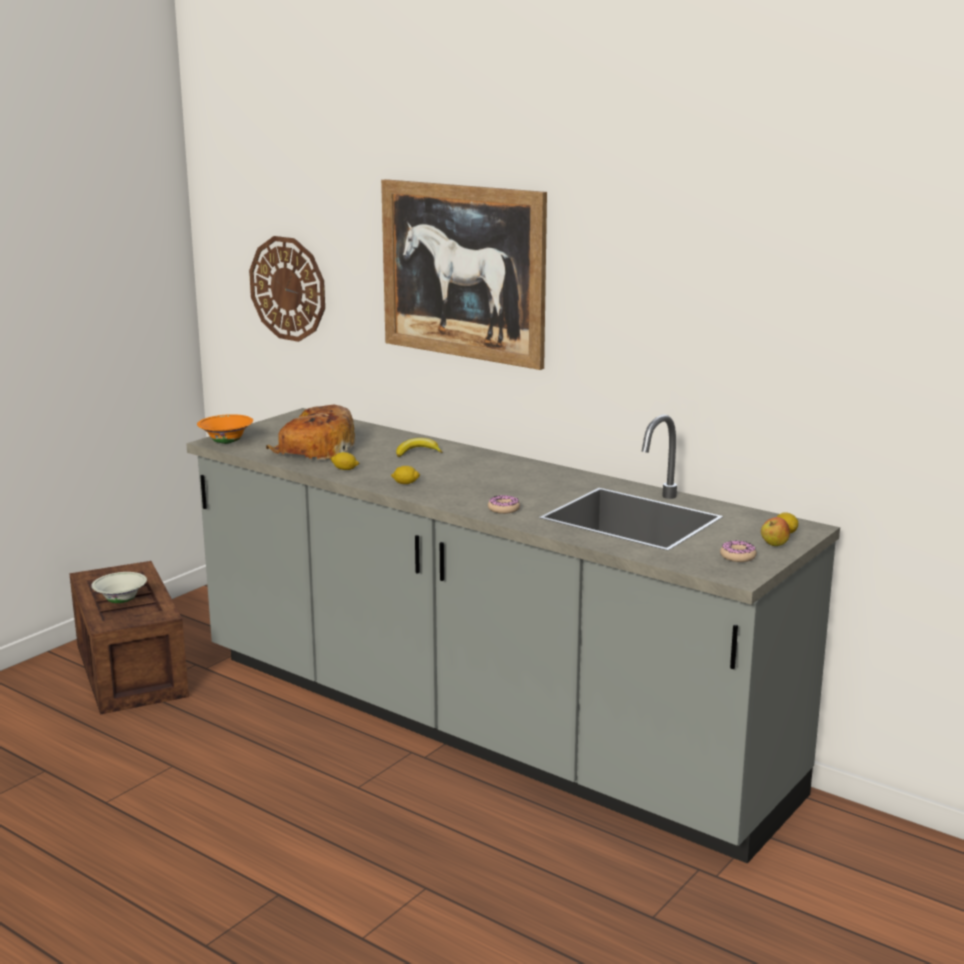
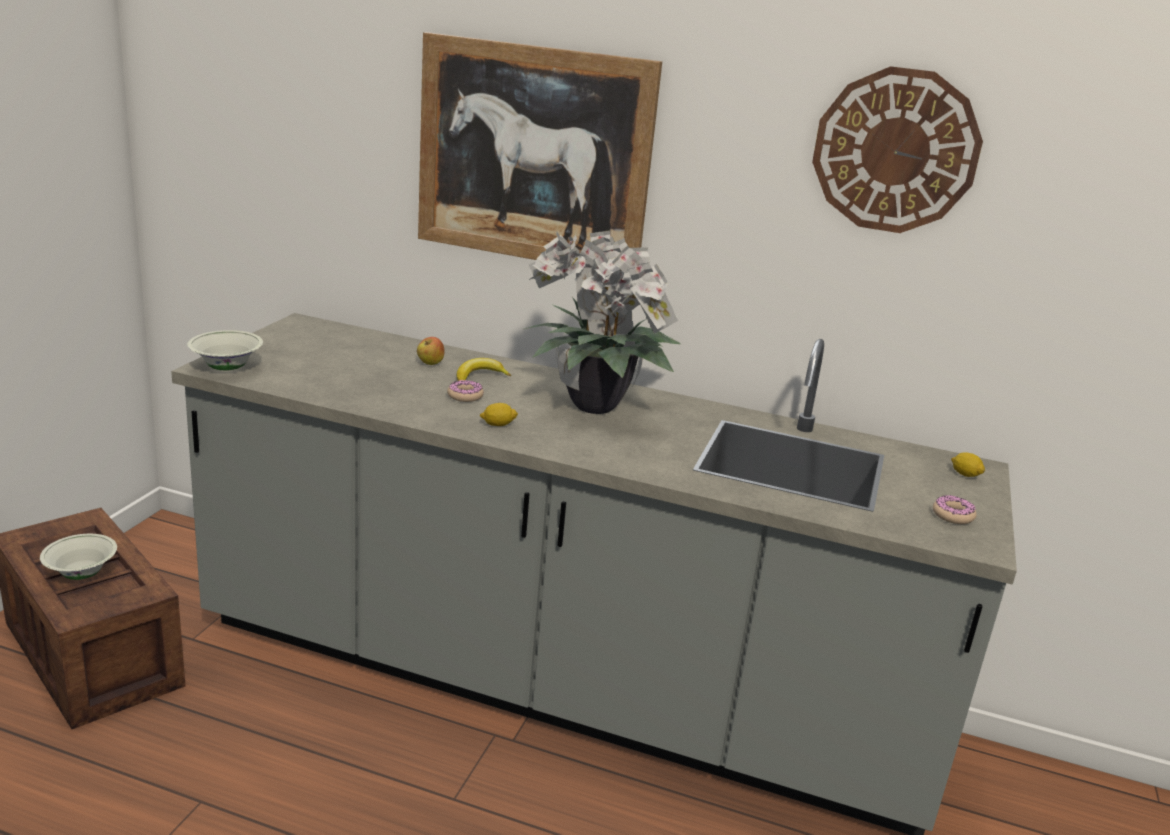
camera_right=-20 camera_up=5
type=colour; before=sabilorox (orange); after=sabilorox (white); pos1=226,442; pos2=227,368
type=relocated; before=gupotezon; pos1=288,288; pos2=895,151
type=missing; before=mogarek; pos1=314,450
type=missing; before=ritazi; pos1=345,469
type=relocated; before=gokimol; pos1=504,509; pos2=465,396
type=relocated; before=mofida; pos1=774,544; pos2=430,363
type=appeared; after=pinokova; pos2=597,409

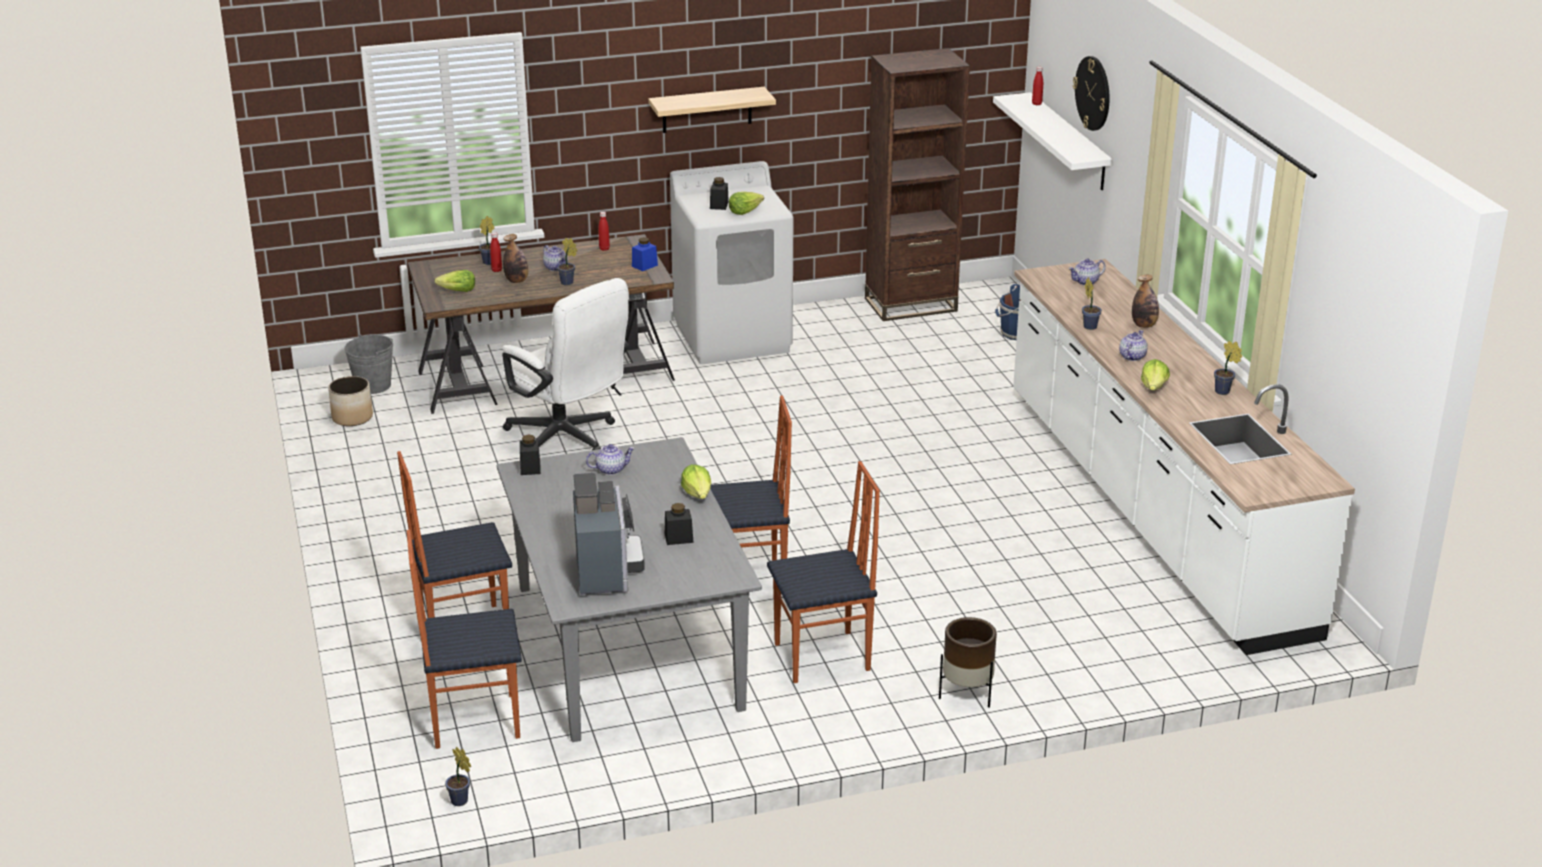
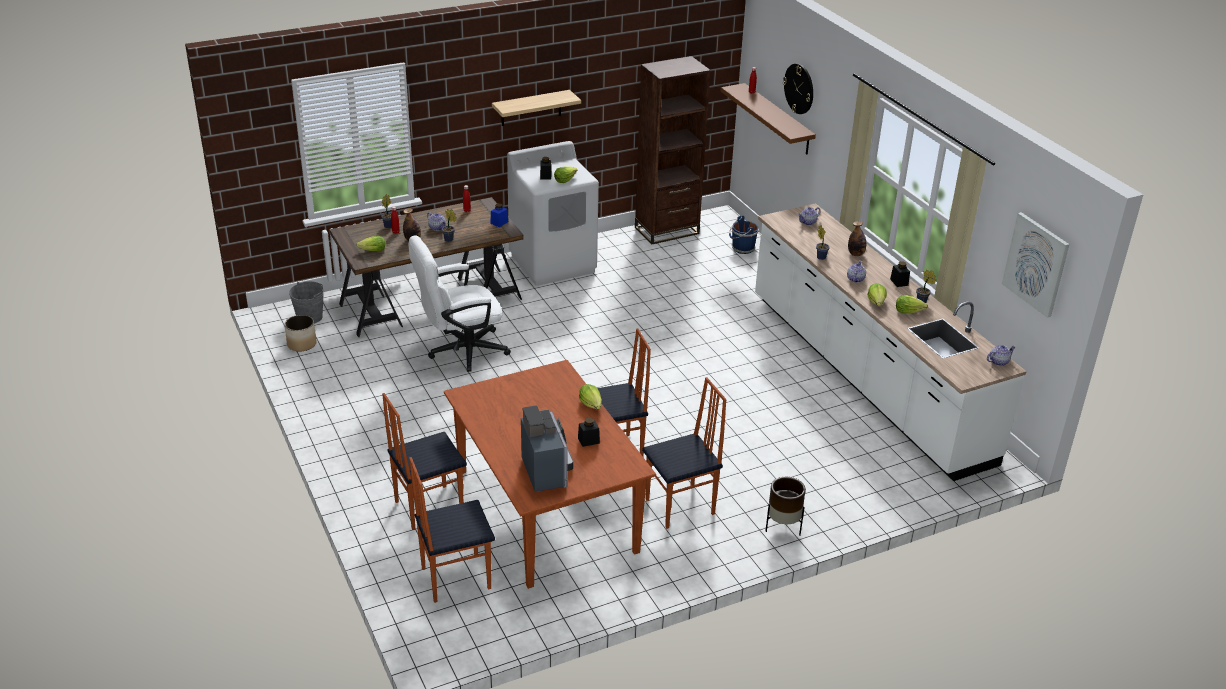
camera_right=-10 camera_up=5
type=missing; before=pinokova; pos1=461,802
type=colour; before=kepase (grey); after=kepase (brown); pos1=626,646; pos2=545,510
type=spun; before=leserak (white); pos1=568,439; pos2=460,351; turn=120
type=relocated; before=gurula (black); pos1=530,468; pos2=899,282
type=relocated; before=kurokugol; pos1=611,469; pos2=998,361
type=colour; before=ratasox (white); after=ratasox (brown); pos1=1068,141; pos2=777,119
type=appeared; after=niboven; pos2=908,311
type=appeared; after=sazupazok; pos2=1036,264

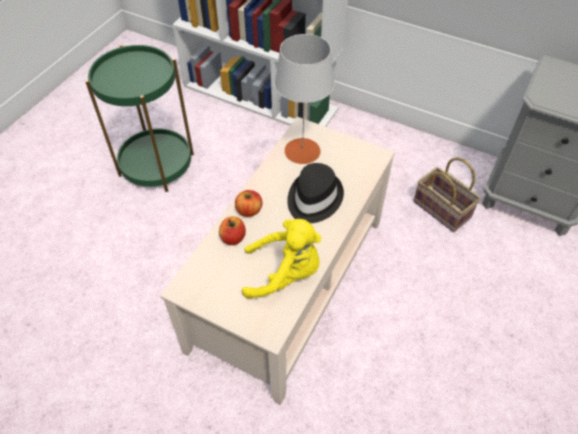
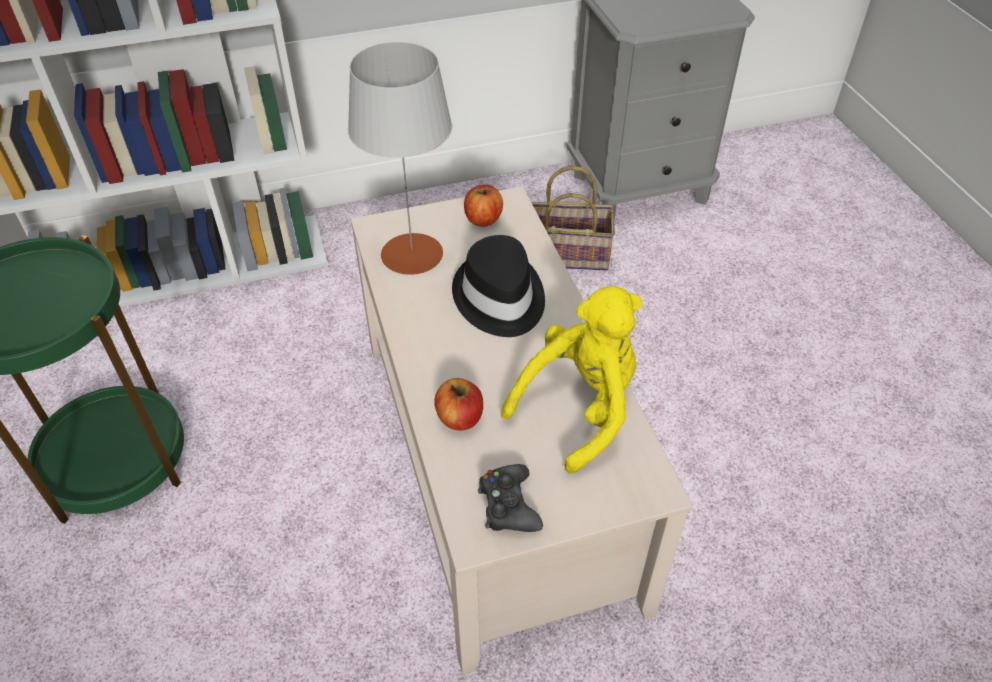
camera_right=-45 camera_up=-5
type=relocated; before=mofida; pos1=249,210; pos2=483,219
type=appeared; after=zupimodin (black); pos2=508,505

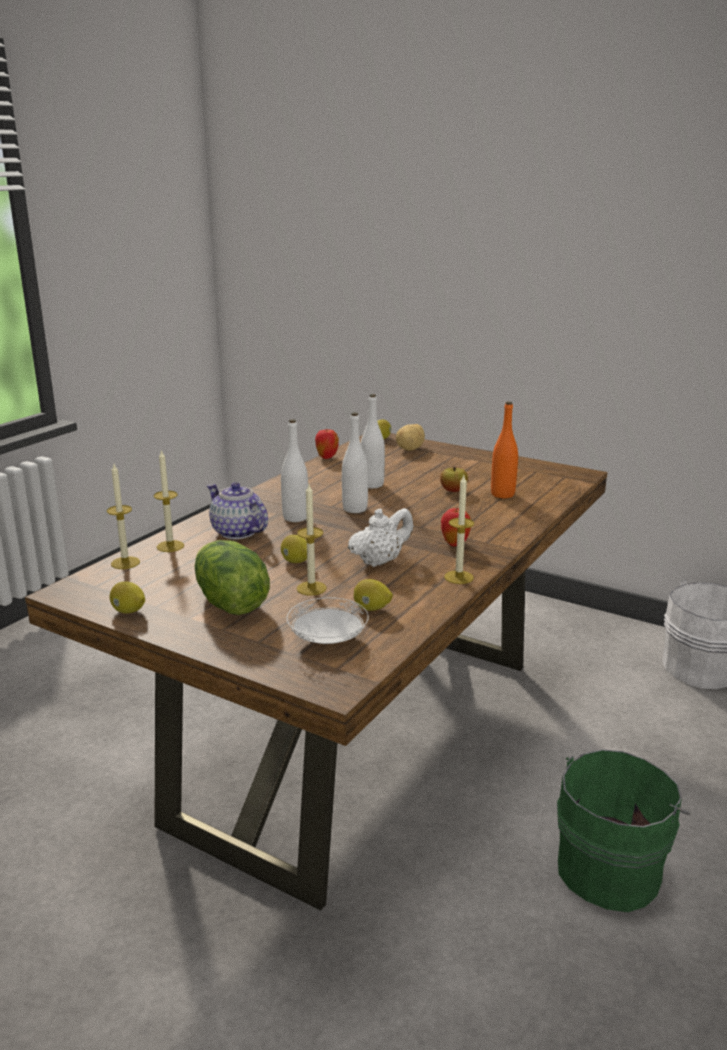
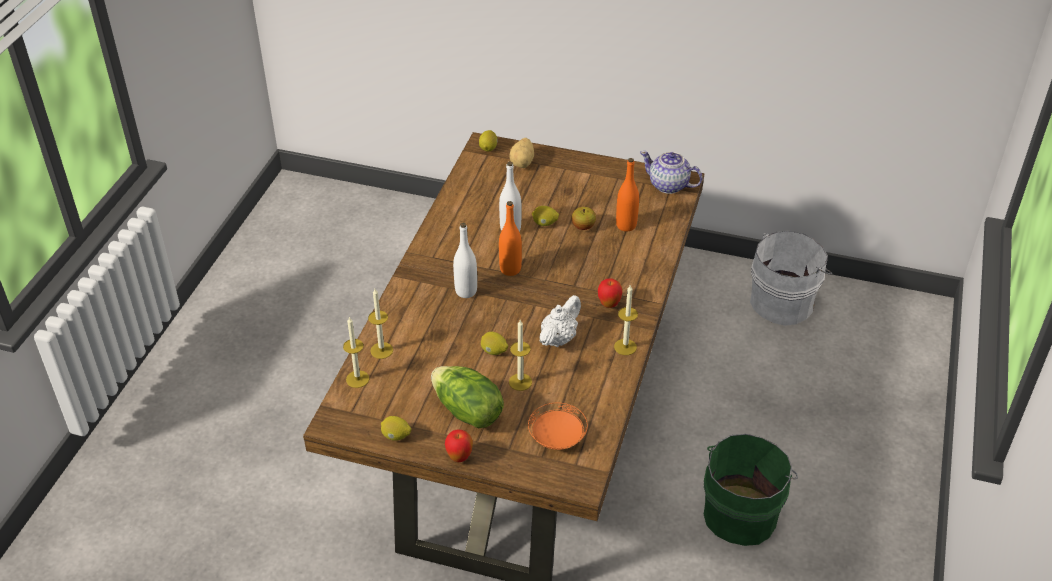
camera_right=-15 camera_up=20
type=relocated; before=kurokugol; pos1=238,532; pos2=669,185
type=colour; before=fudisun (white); after=fudisun (orange); pos1=328,640; pos2=557,437
type=relocated; before=mofida; pos1=327,457; pos2=459,457
type=colour; before=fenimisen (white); after=fenimisen (orange); pos1=355,509; pos2=510,269
type=relocated; before=ritazi; pos1=371,609; pos2=544,223

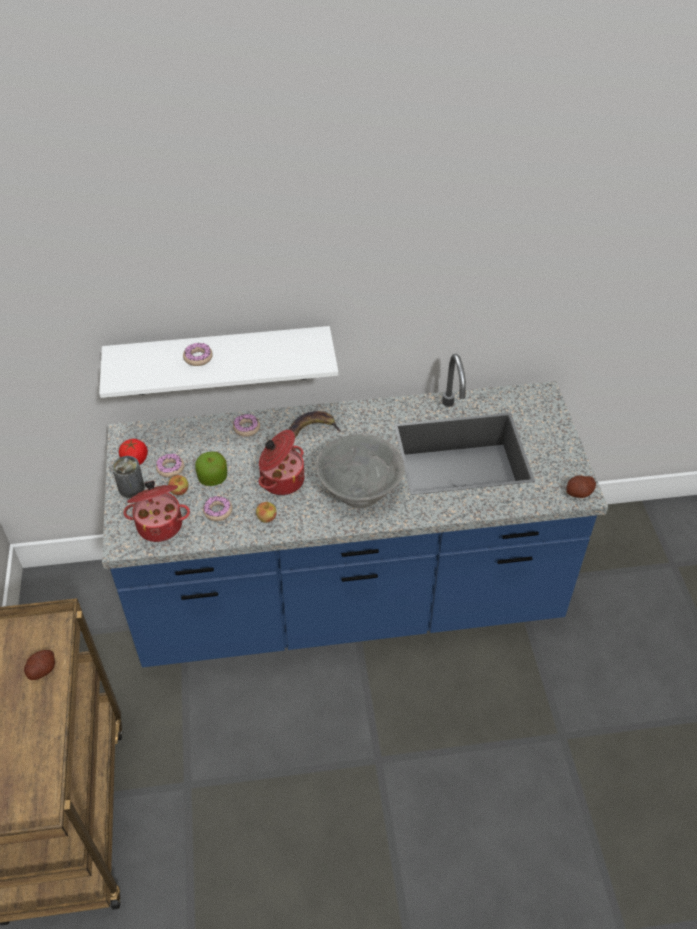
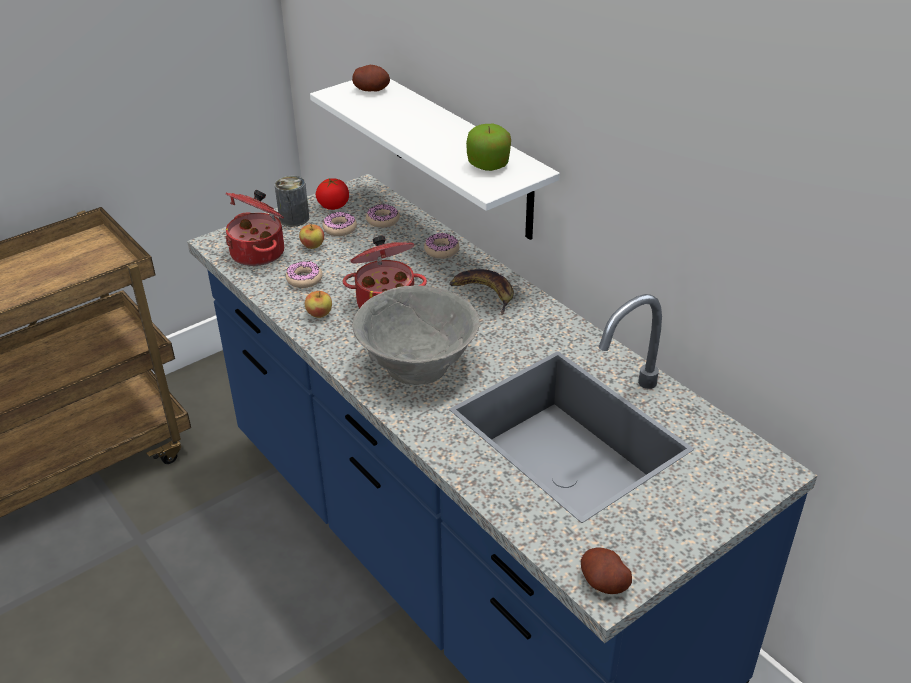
camera_right=60 camera_up=-10
type=relocated; before=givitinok; pos1=42,670; pos2=371,90
type=relocated; before=gokimol; pos1=198,358; pos2=383,220
type=relocated; before=mofida; pos1=212,478; pos2=488,165

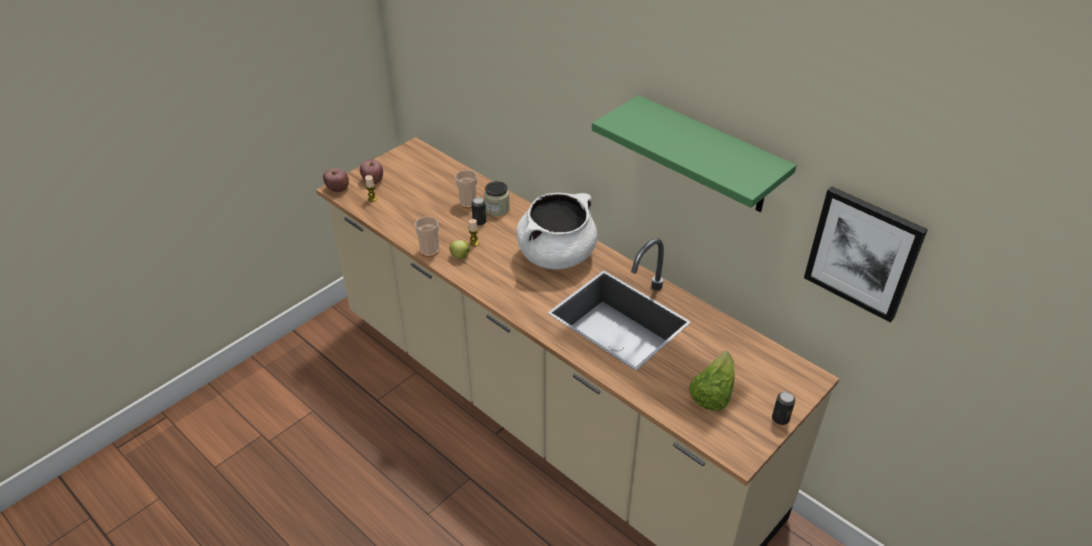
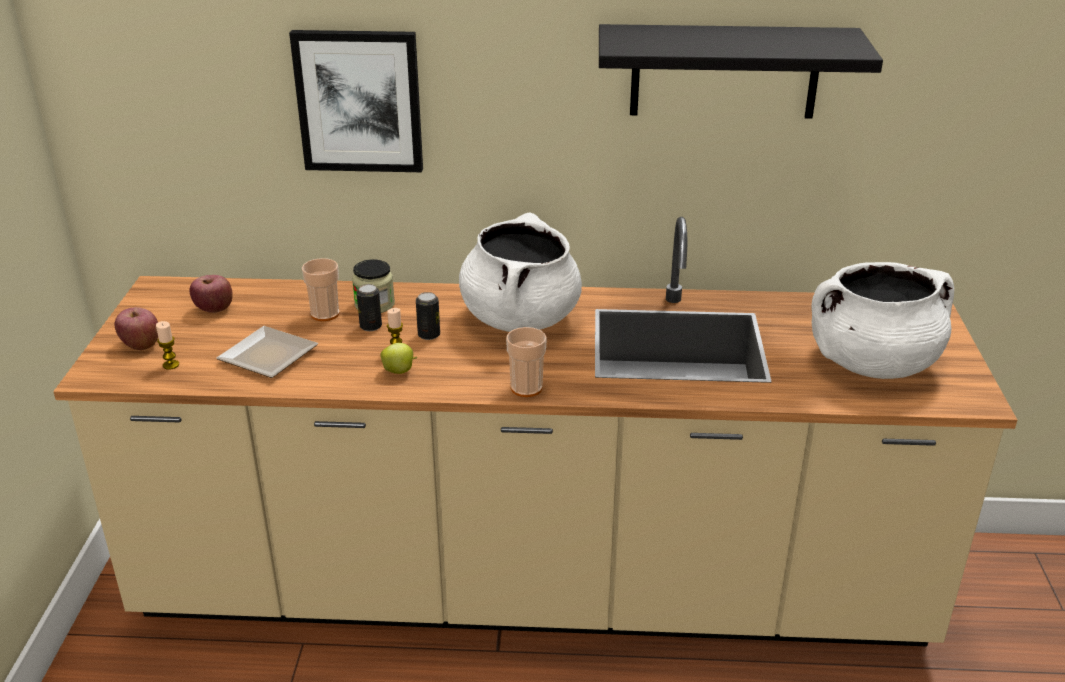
camera_right=-40 camera_up=-10
type=relocated; before=mofida; pos1=337,189; pos2=214,309
type=relocated; before=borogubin; pos1=429,251; pos2=526,388
type=colour; before=ratasox (green); after=ratasox (black); pos1=709,156; pos2=724,71
type=exchanged; before=niboven; after=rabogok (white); pos1=712,393; pos2=872,363
type=relocated; before=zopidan; pos1=780,419; pos2=429,335
type=relocated; before=sazupazok; pos1=863,253; pos2=359,101
type=appeared; after=fudisun; pos2=272,356

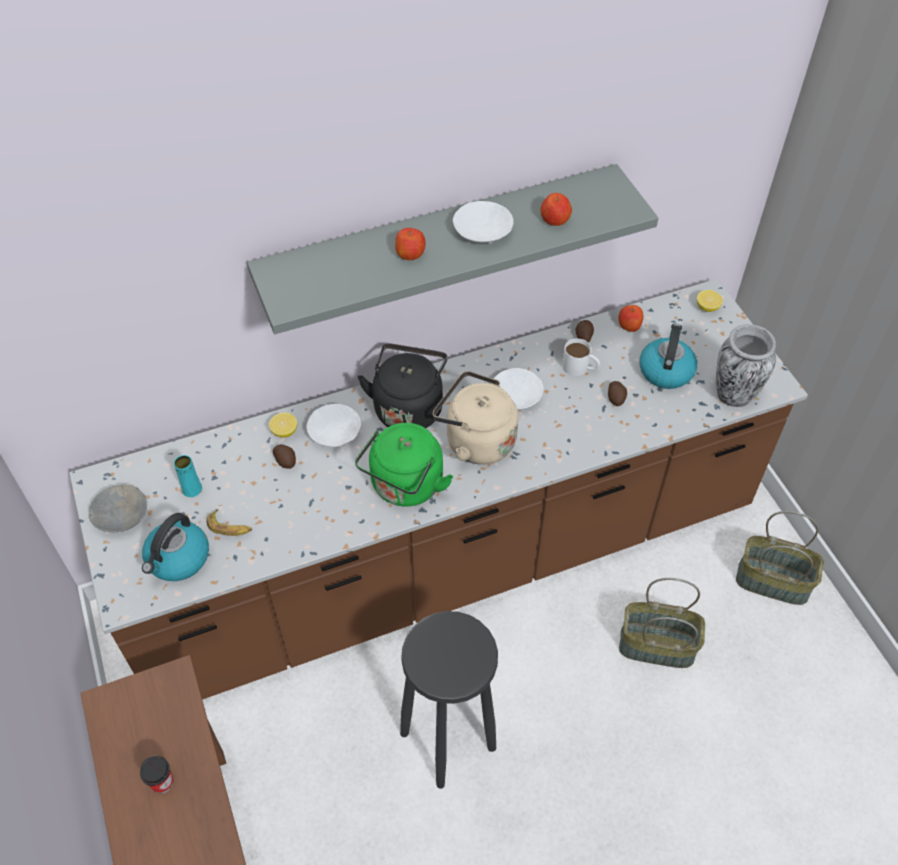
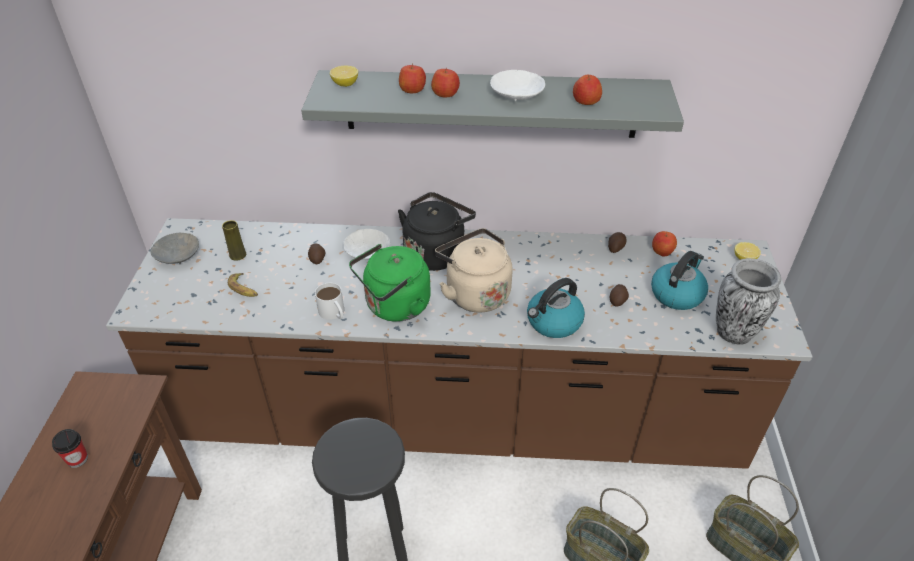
camera_right=25 camera_up=-10
type=relocated; before=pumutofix; pos1=178,559; pos2=553,322
type=colour; before=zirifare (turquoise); after=zirifare (yellow); pos1=192,489; pos2=237,255
type=relocated; before=ritazi; pos1=284,431; pos2=345,84
type=missing; before=sabilorox (white); pos1=517,395
type=relocated; before=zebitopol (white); pos1=580,368; pos2=334,313
type=appeared; after=mofida; pos2=412,90

